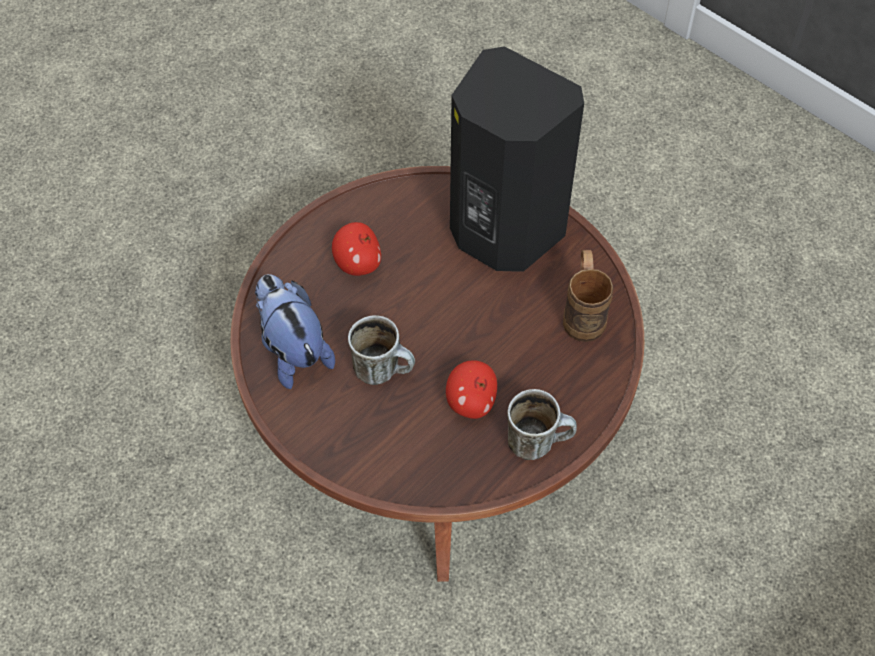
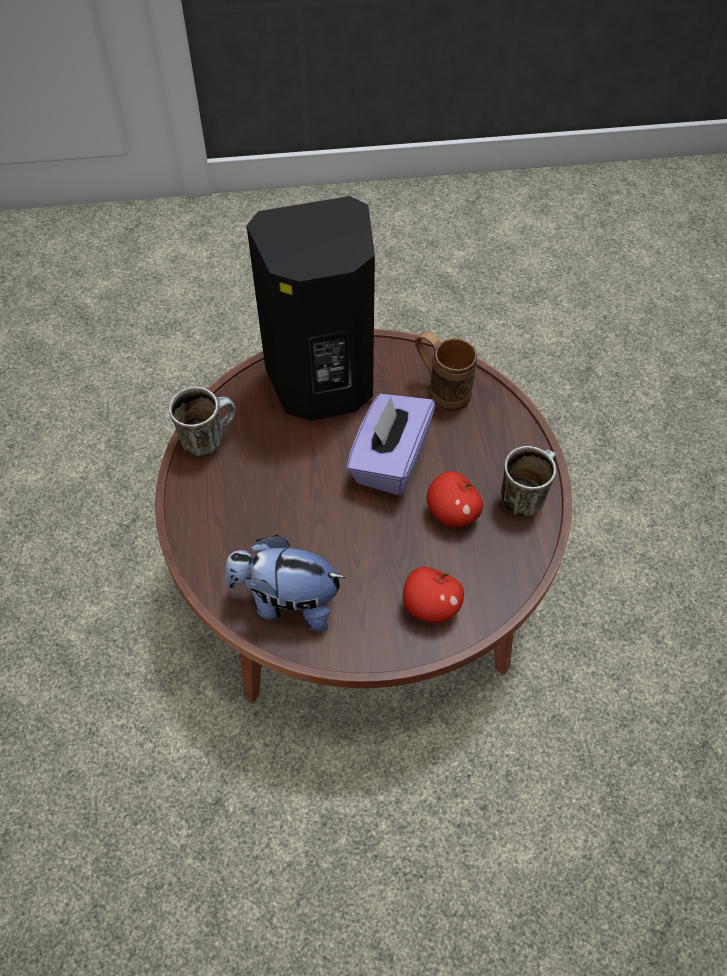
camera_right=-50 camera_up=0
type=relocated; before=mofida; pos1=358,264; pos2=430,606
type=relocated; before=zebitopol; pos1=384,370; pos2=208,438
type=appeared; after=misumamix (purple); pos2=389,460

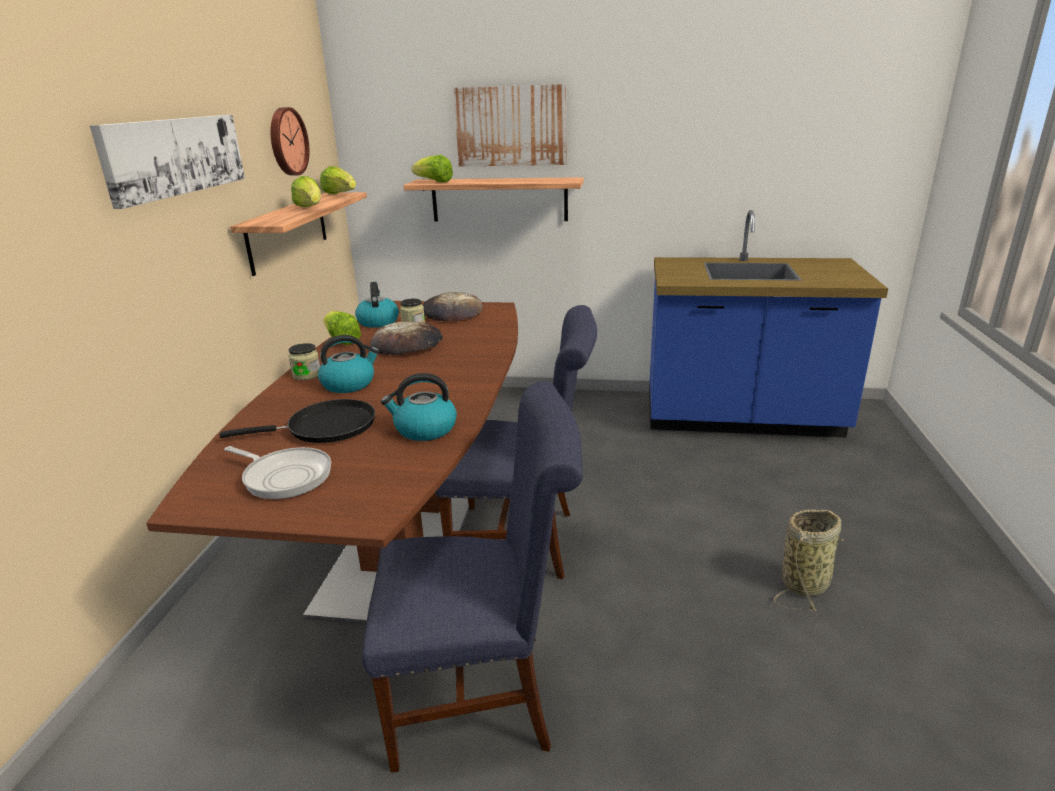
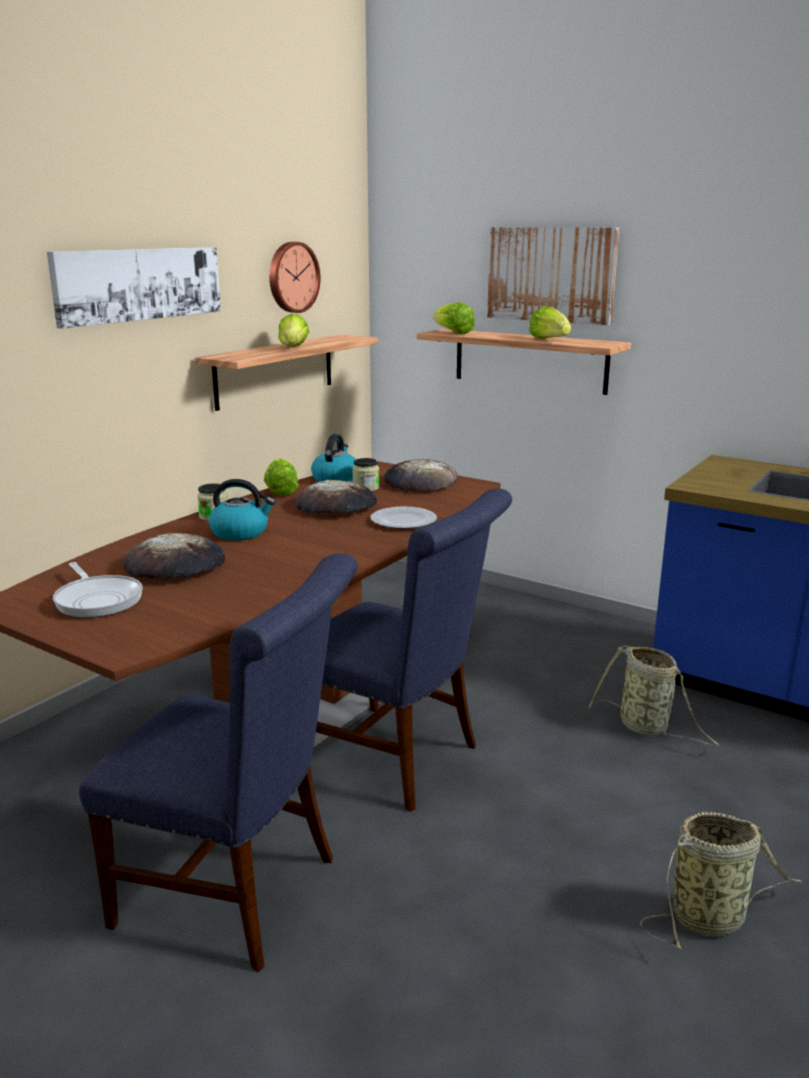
camera_right=25 camera_up=-5
type=exchanged; before=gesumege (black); after=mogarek; pos1=325,427; pos2=176,566
type=relocated; before=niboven; pos1=340,194; pos2=550,340
type=missing; before=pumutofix; pos1=424,429
type=appeared; after=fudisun; pos2=404,521
type=appeared; after=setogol; pos2=647,728

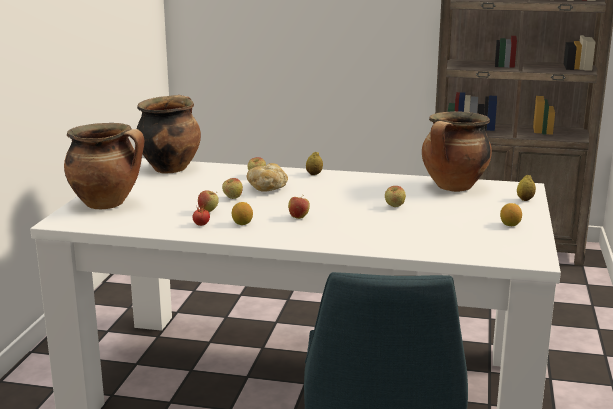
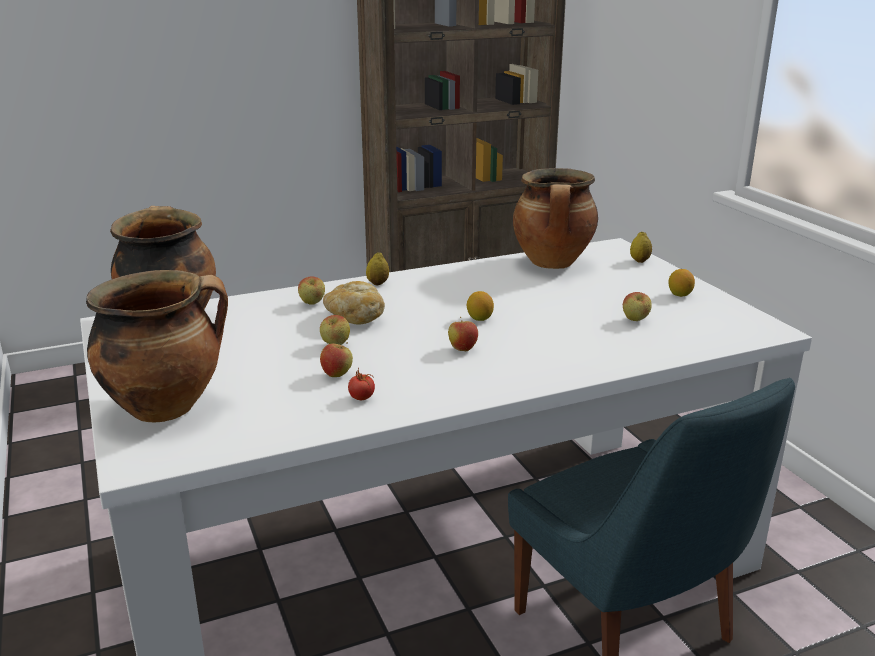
camera_right=-35 camera_up=5
type=relocated; before=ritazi; pos1=242,223; pos2=479,319
type=relocated; before=mofida; pos1=394,207; pos2=635,320

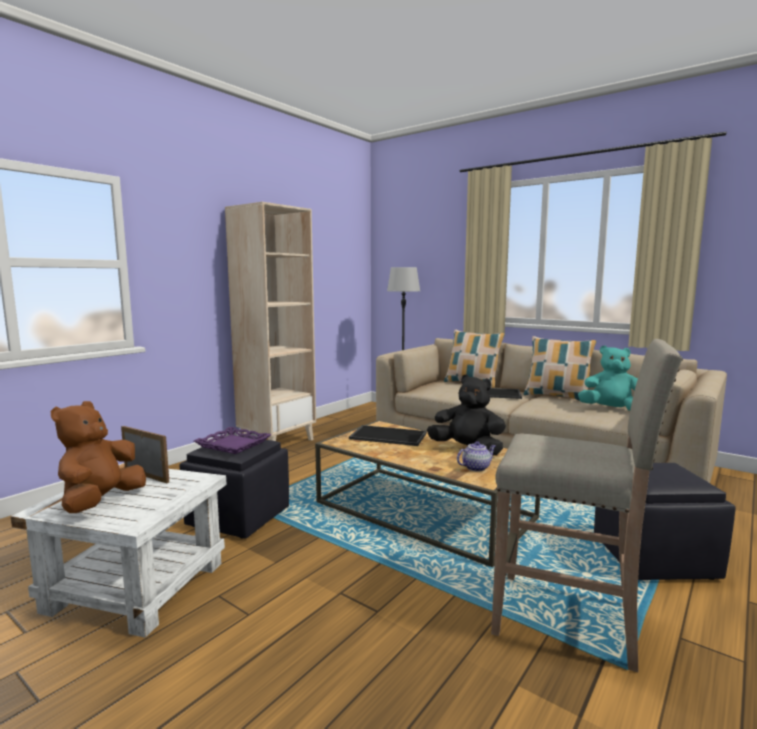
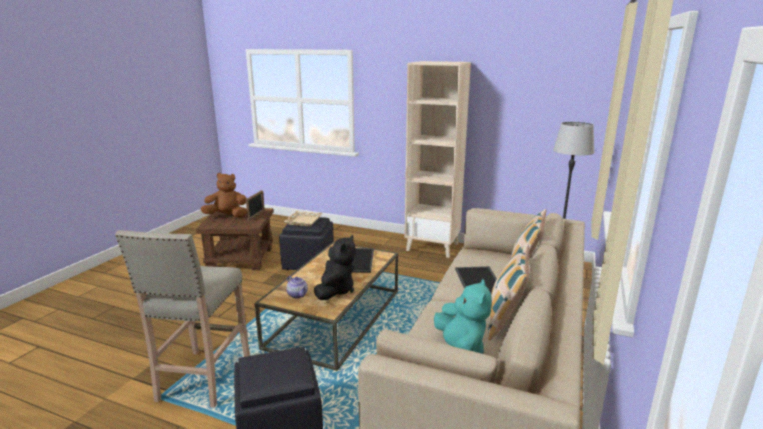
camera_right=75 camera_up=10
type=colour; before=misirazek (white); after=misirazek (brown); pos1=136,585; pos2=241,258
type=colour; before=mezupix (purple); after=mezupix (beige); pos1=233,444; pos2=304,221

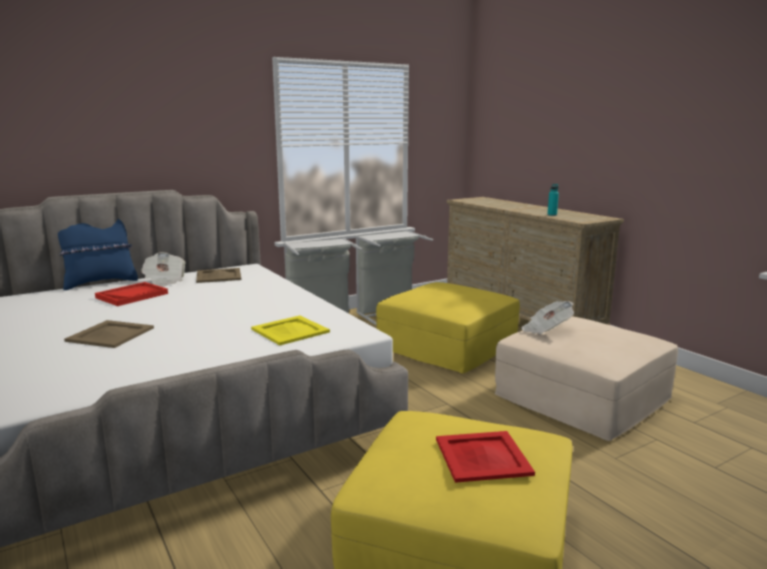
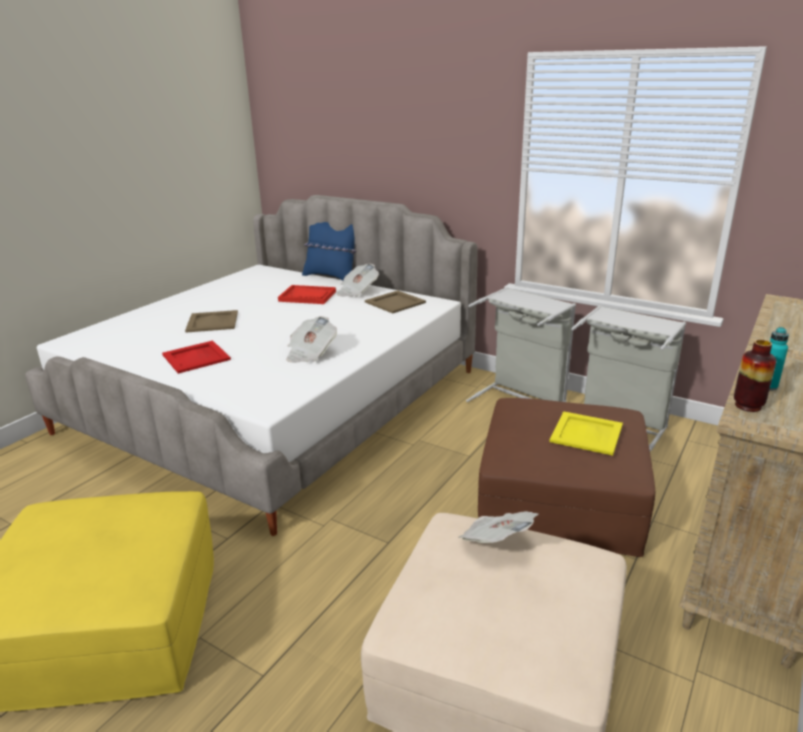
camera_right=65 camera_up=10
type=relocated; before=mezupix (yellow); pos1=291,330; pos2=587,434
type=colour; before=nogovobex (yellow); after=nogovobex (brown); pos1=447,346; pos2=561,497
type=relocated; before=mezupix (red); pos1=481,456; pos2=196,357
type=appeared; after=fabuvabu; pos2=310,353
type=appeared; after=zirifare; pos2=748,406

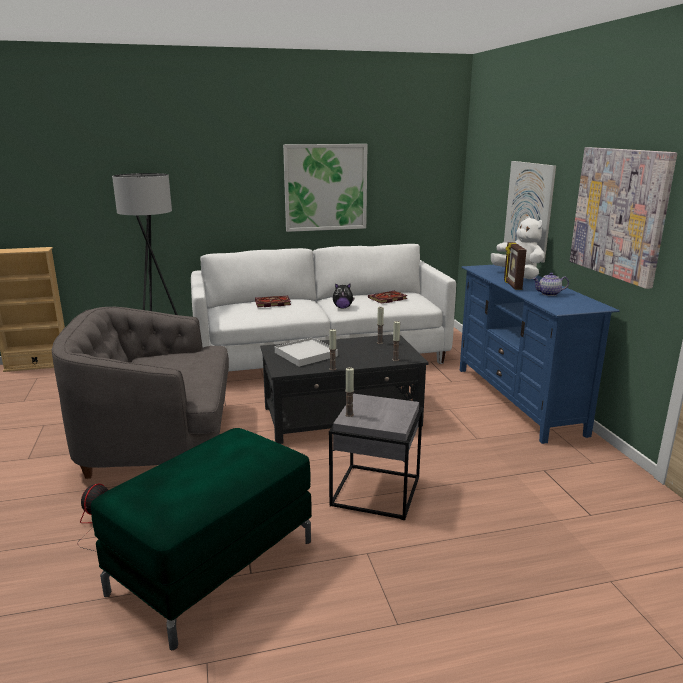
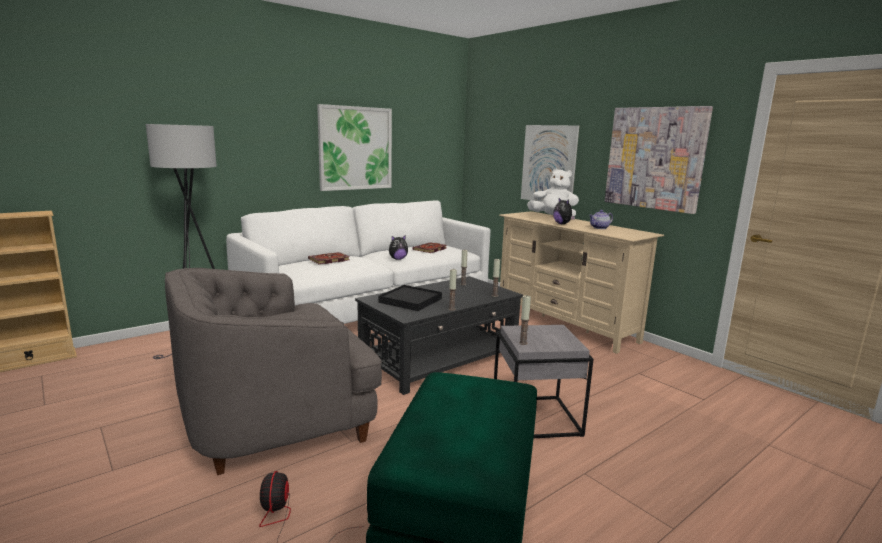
camera_right=-25 camera_up=-5
type=colour; before=mezupix (white); after=mezupix (black); pos1=305,354; pos2=410,300
type=colour; before=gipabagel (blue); after=gipabagel (beige); pos1=518,400; pos2=565,324
type=exchanged; before=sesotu; after=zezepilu; pos1=512,285; pos2=562,224

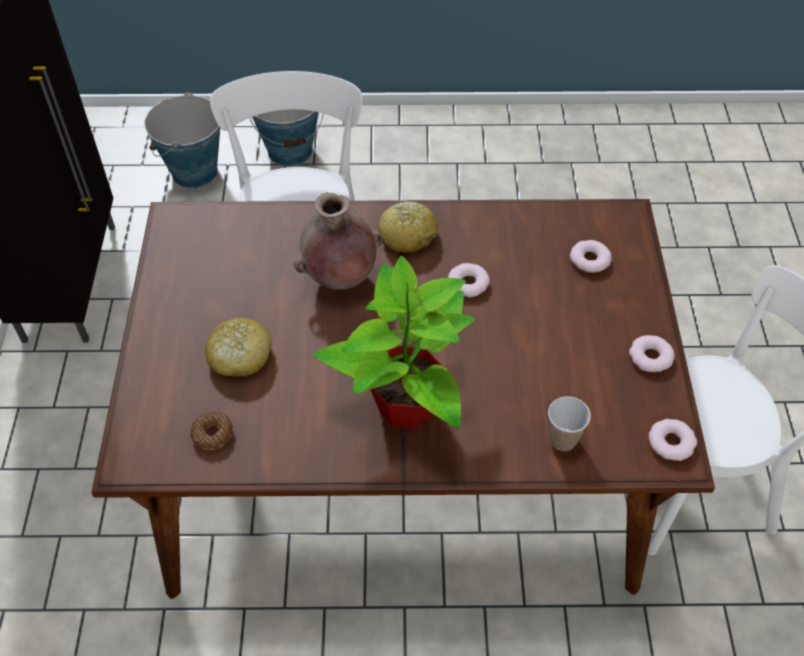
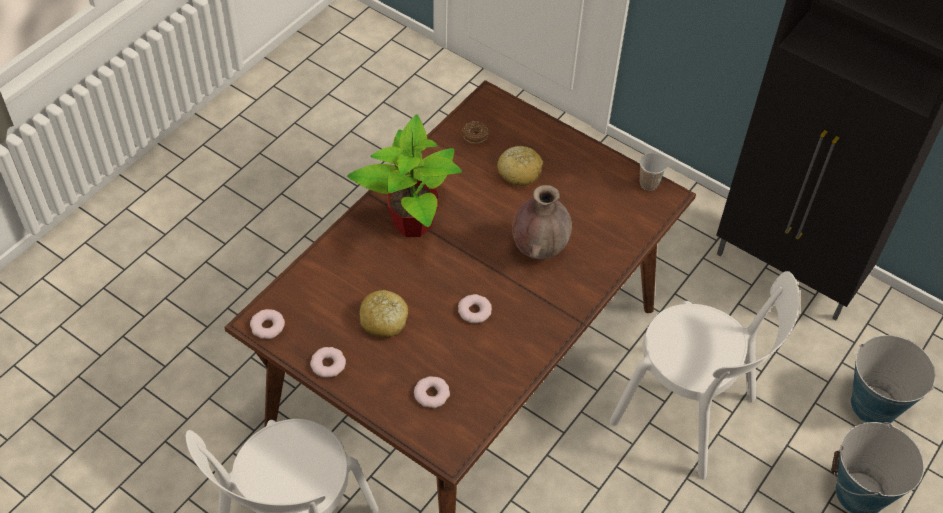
camera_right=125 camera_up=0
type=relocated; before=mogarek; pos1=408,235; pos2=383,320
type=relocated; before=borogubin; pos1=563,439; pos2=648,183

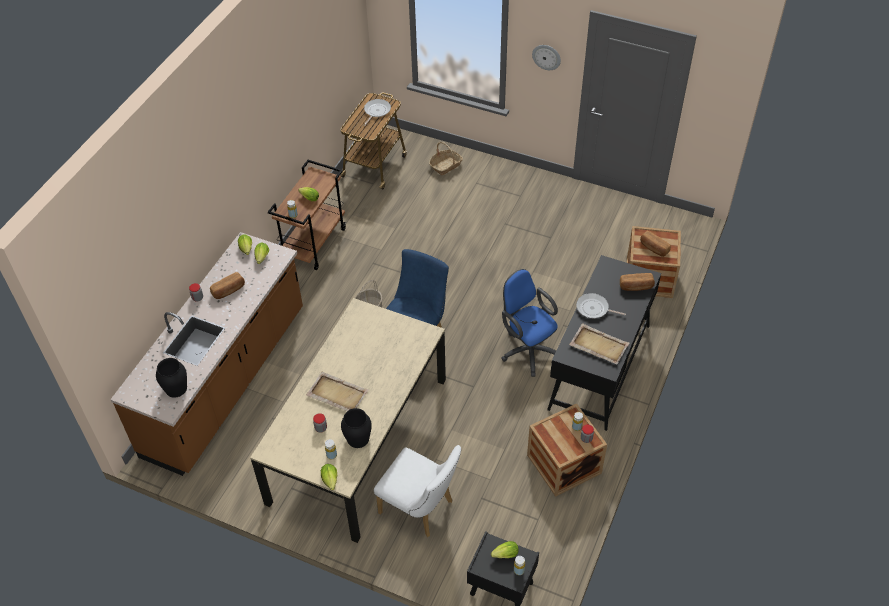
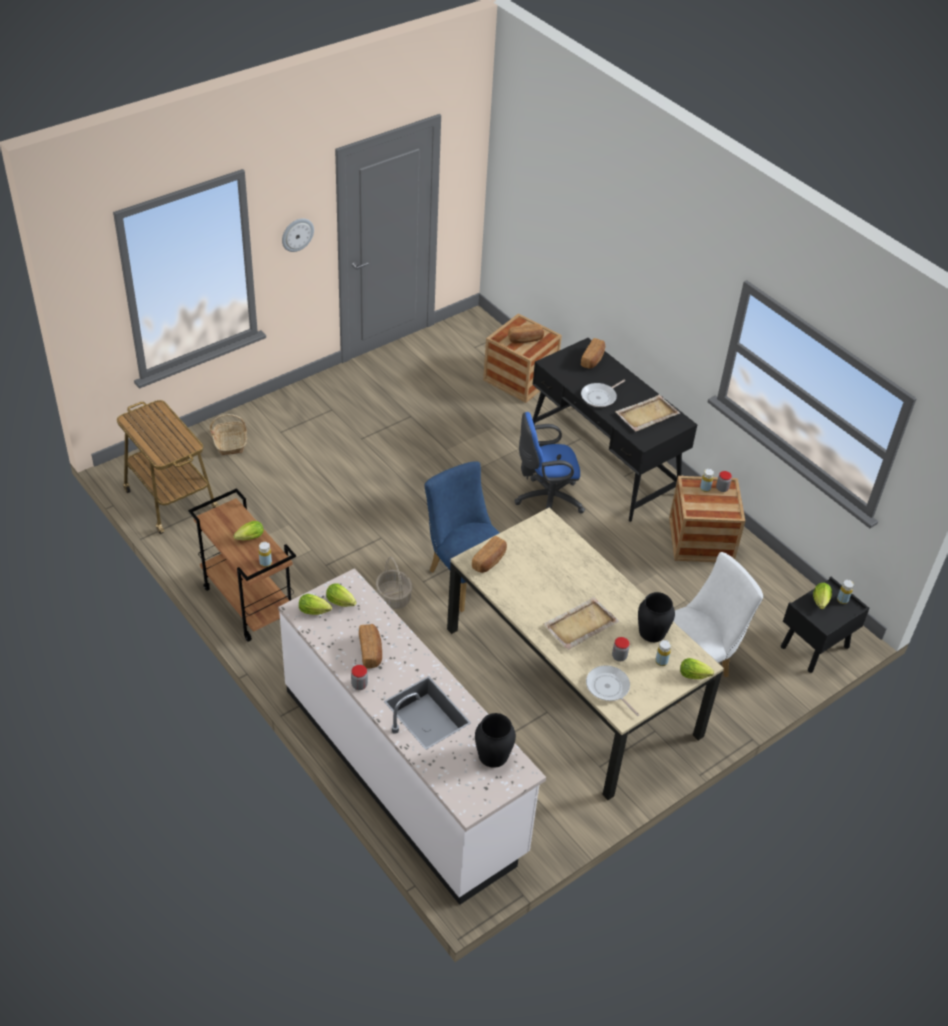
camera_right=-65 camera_up=-5
type=colour; before=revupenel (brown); after=revupenel (white); pos1=227,382; pos2=404,770
type=relocated; before=gesumege; pos1=376,111; pos2=609,688
type=appeared; after=mogarek; pos2=489,561

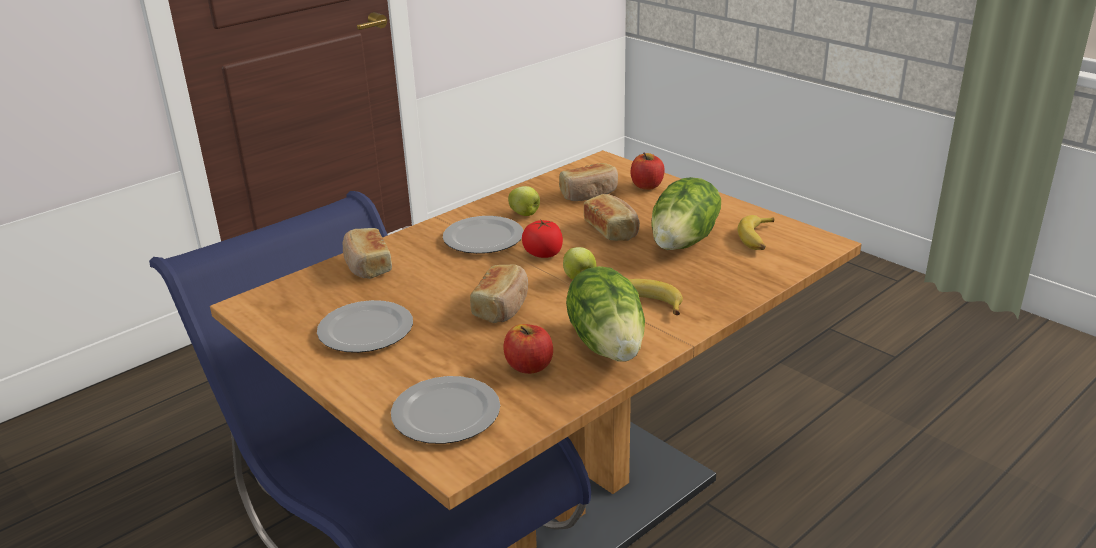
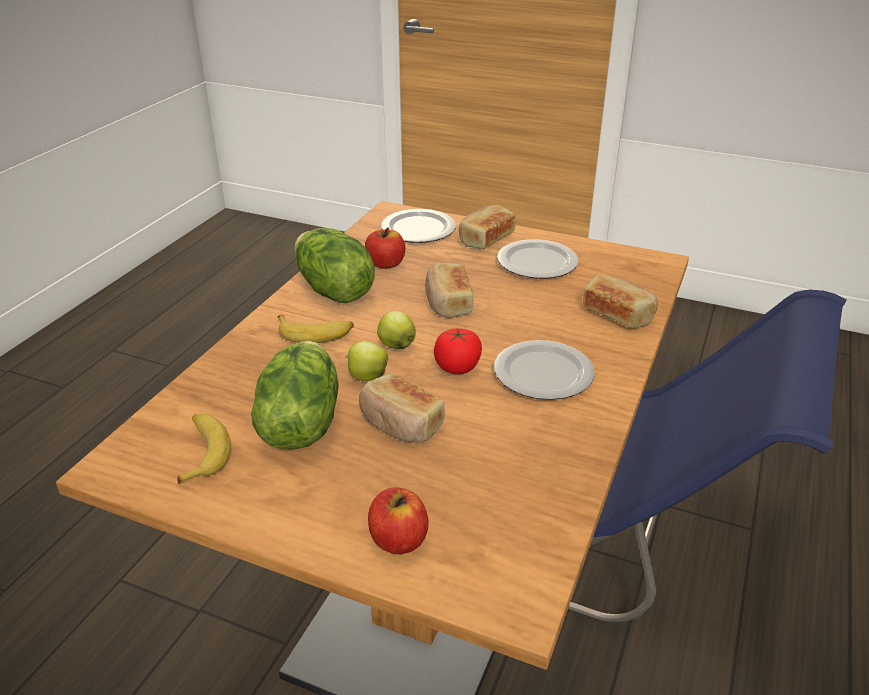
camera_right=155 camera_up=5
type=relocated; before=mofida; pos1=525,214; pos2=366,377
type=relocated; before=mogarek; pos1=589,194; pos2=485,238

